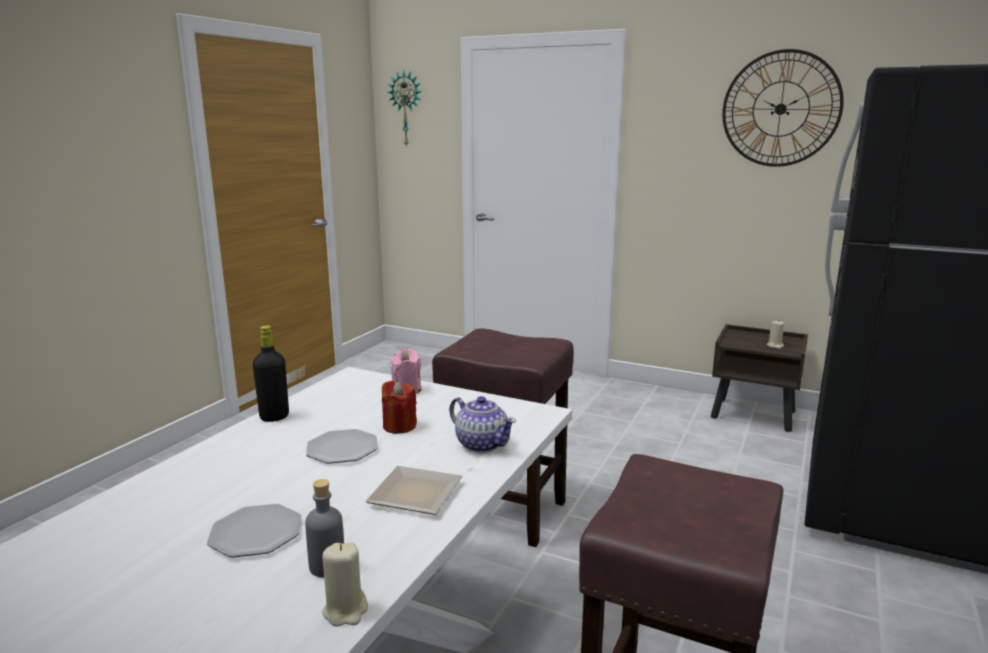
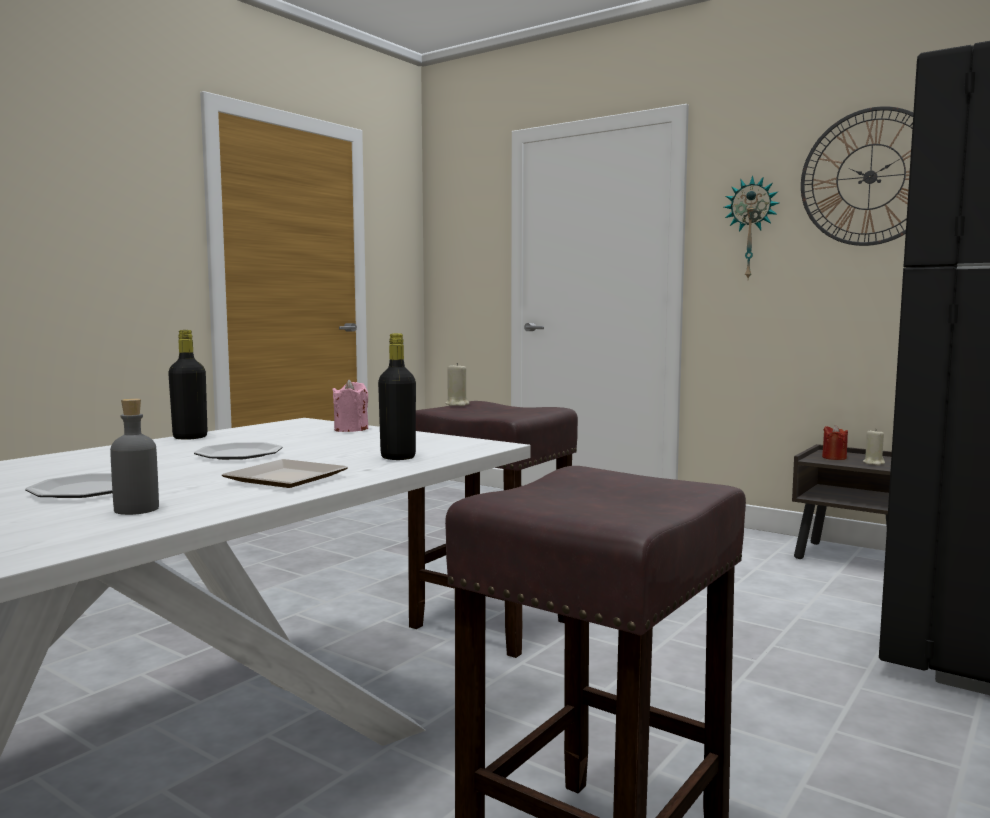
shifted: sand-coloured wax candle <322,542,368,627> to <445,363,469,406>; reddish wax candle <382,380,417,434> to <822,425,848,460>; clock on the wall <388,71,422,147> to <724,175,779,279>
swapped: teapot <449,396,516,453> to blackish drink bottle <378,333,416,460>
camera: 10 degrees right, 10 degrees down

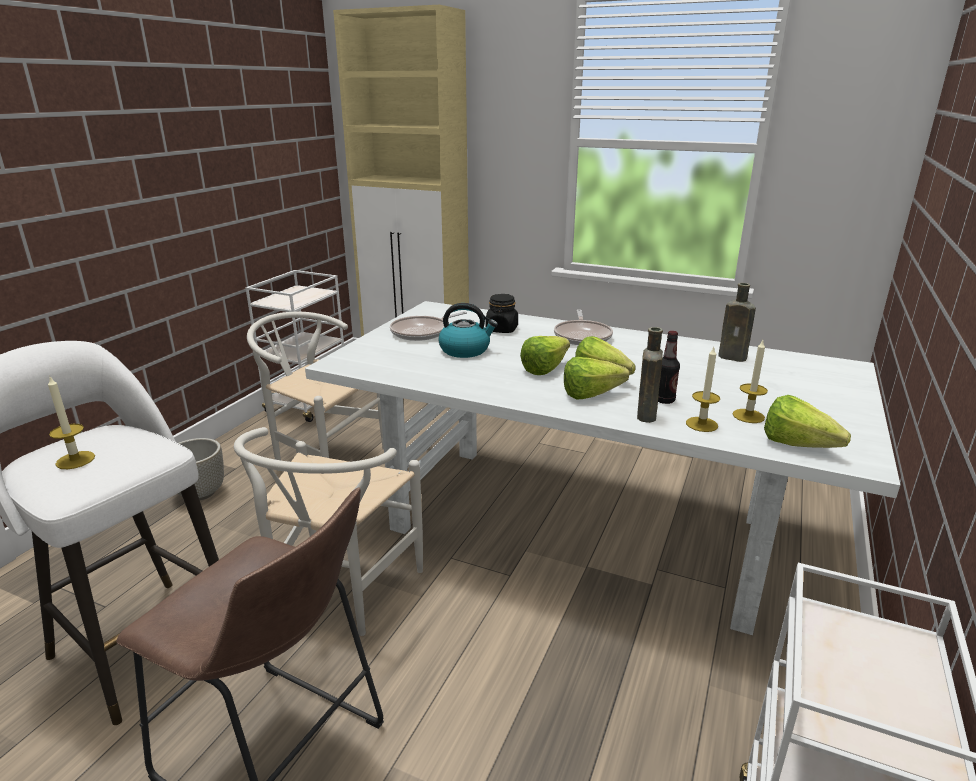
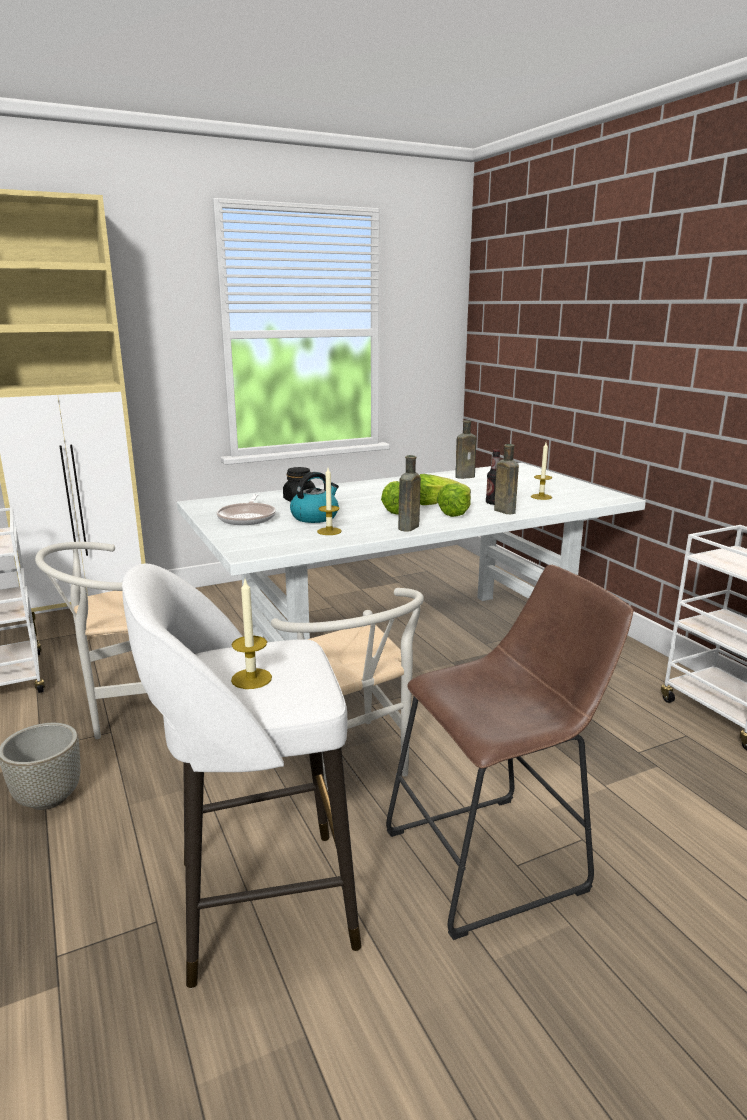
gone: pan <554,309,613,345>; head of lettuce <764,395,851,448>
new: brown drink bottle <398,455,421,532>
shifted: wax candle <686,347,720,432> to <317,468,342,535>
camera: 50 degrees left, 5 degrees down

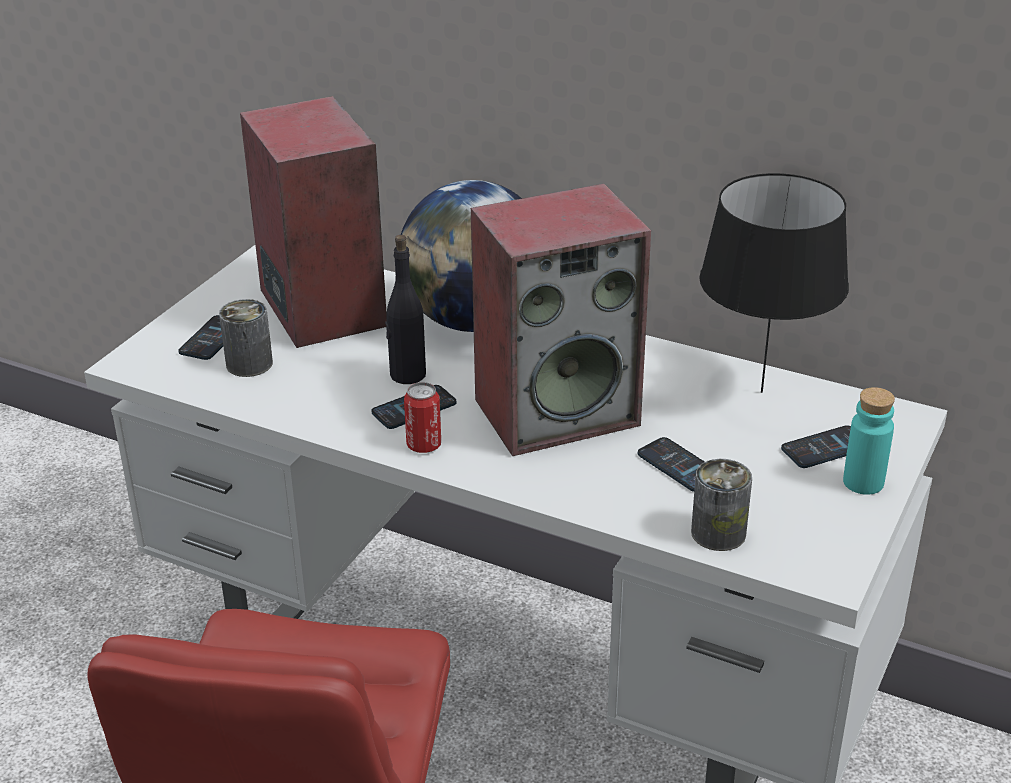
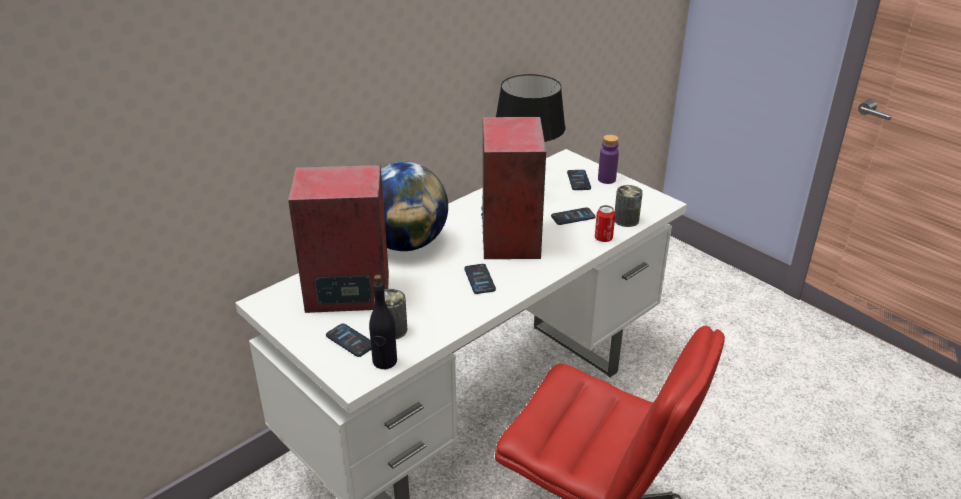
shifted: blackish drink bottle <385,235,426,384> to <369,274,397,369>; metal can <404,382,441,453> to <595,205,615,242>
repainted: turquoise-coloured drink bottle <843,387,895,495> to purple-coloured drink bottle <598,135,619,184>
camera: 70 degrees left, 0 degrees up

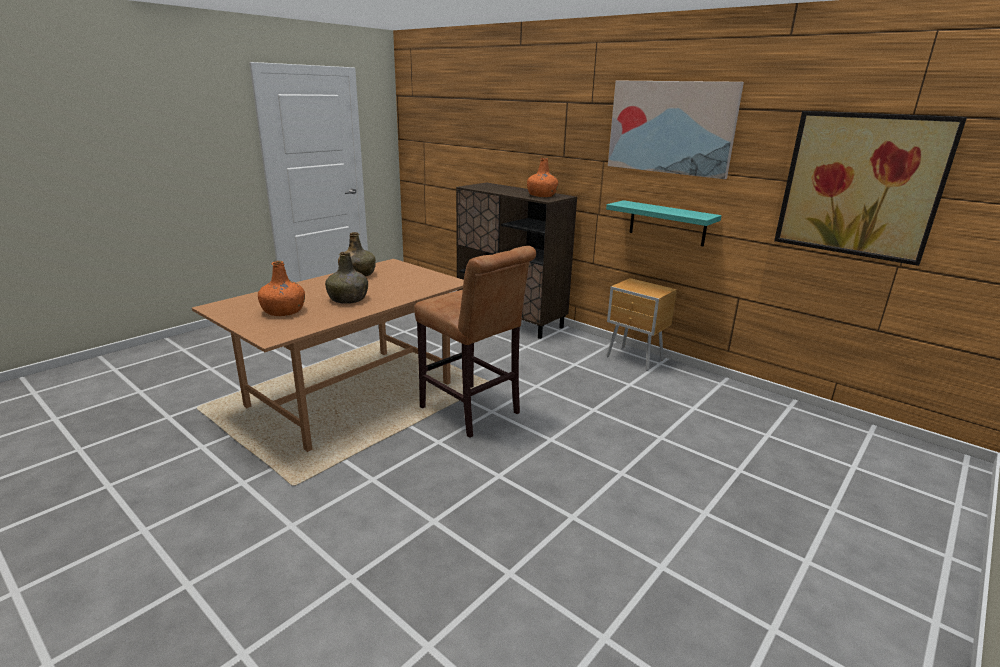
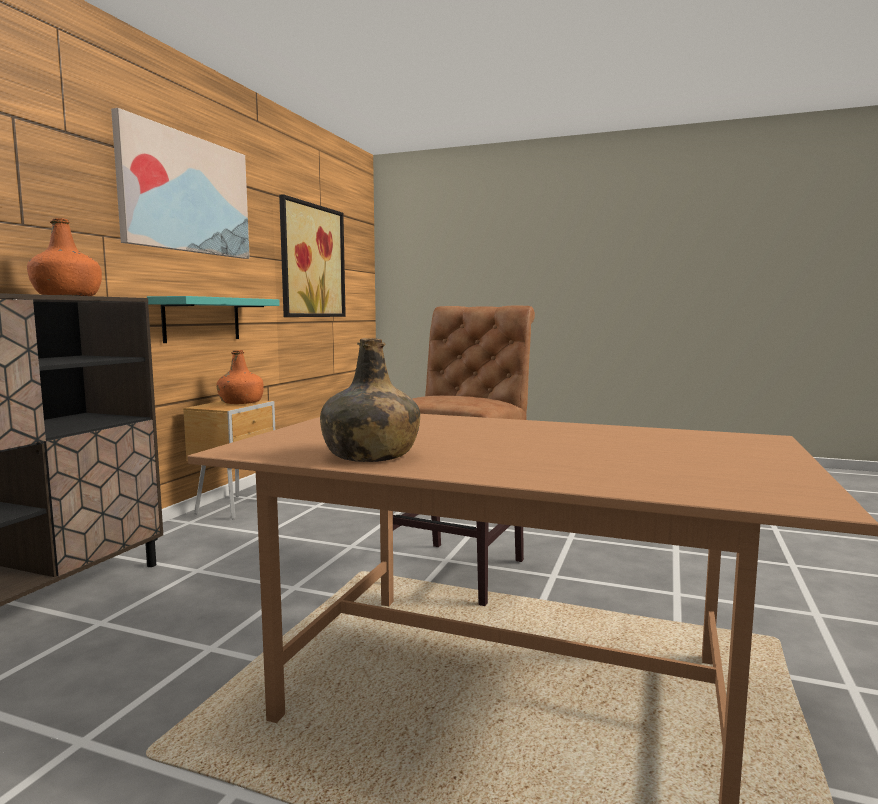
gone: green-coloured drink bottle <325,251,368,304>
shifted: orange-coloured drink bottle <258,261,305,316> to <217,350,264,404>
camera: 110 degrees left, 15 degrees down

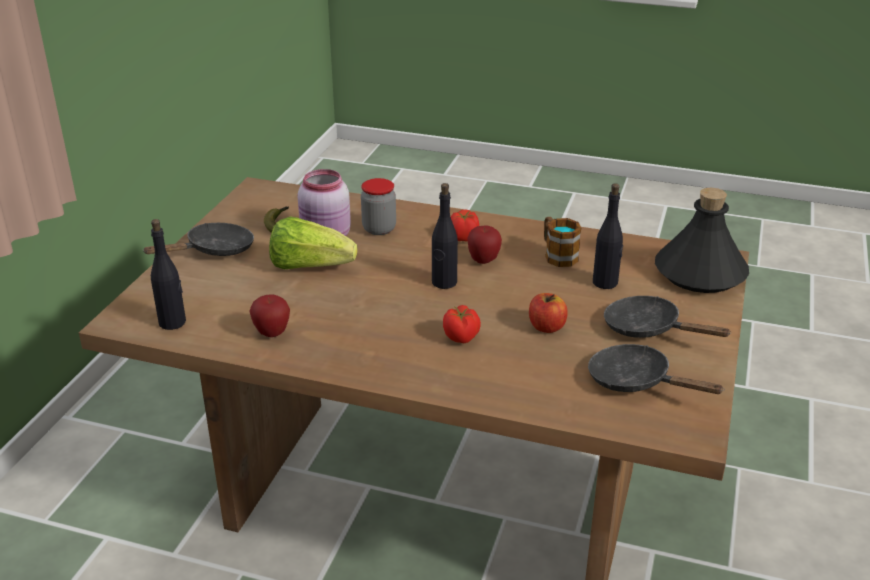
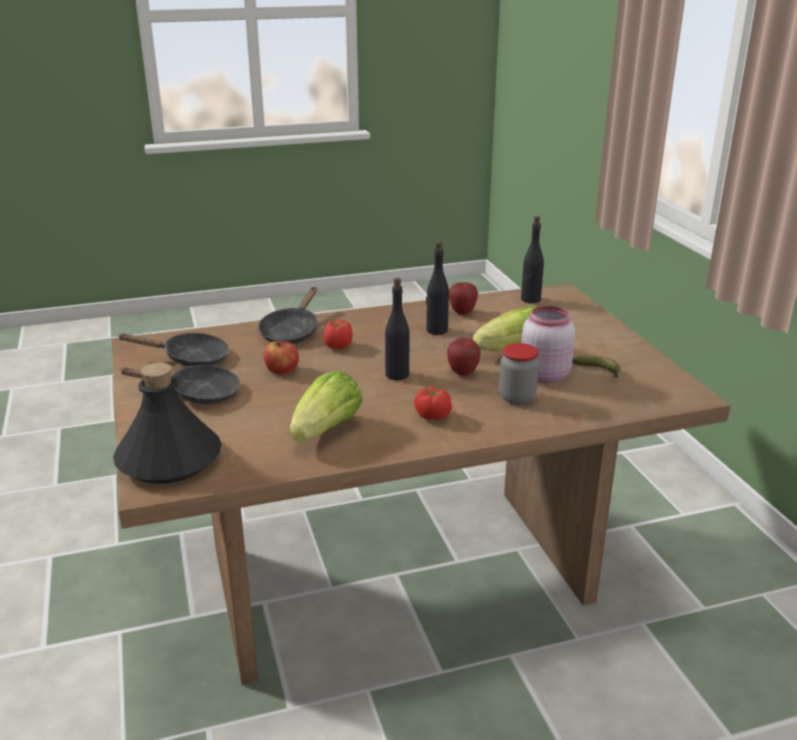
shifted: blackish pan <142,223,254,256> to <258,287,318,344>; apple fruit <468,225,502,264> to <447,338,481,376>; blackish drink bottle <593,183,623,289> to <426,241,449,335>
swapped: mug <544,217,581,267> to head of lettuce <290,370,362,442>
camera: 145 degrees right, 5 degrees down

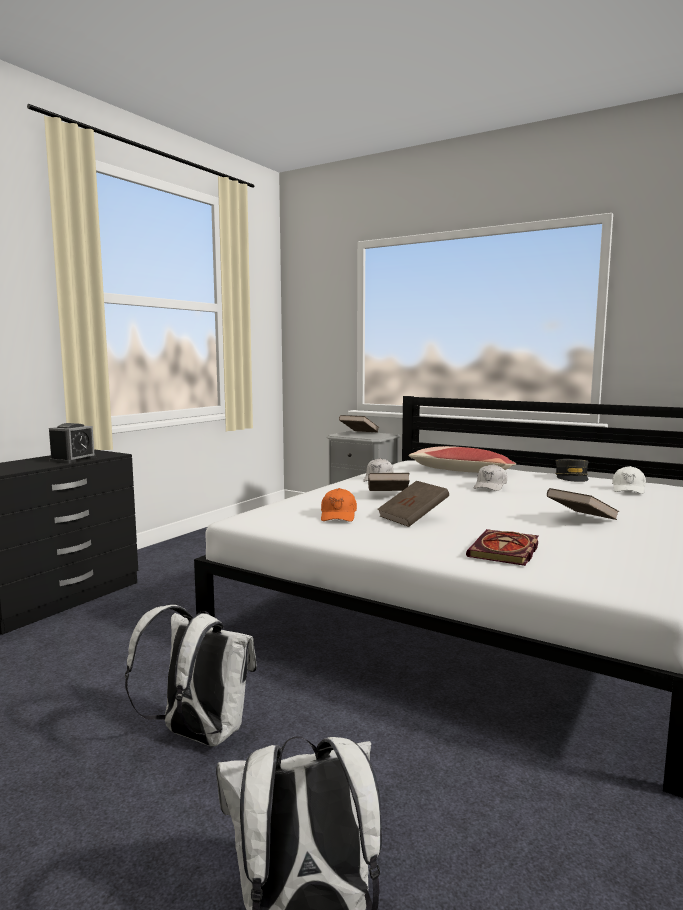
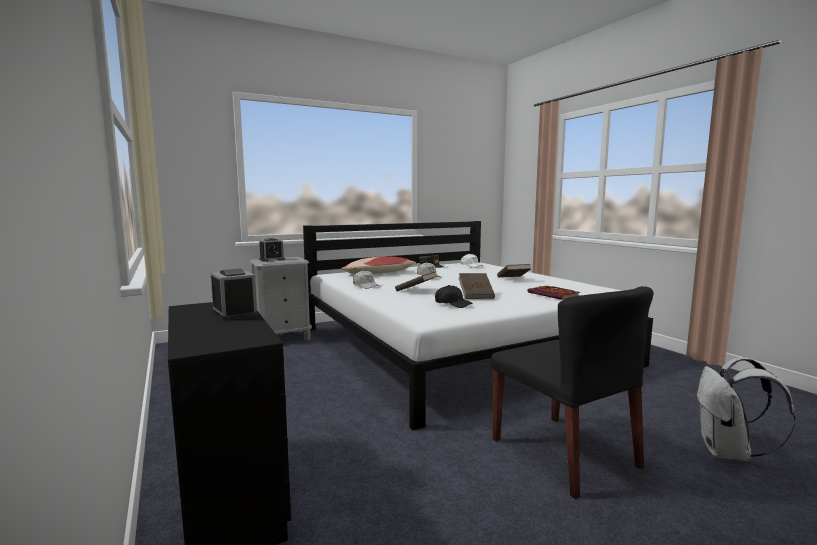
swapped: whitish knapsack <125,605,257,746> to blackish plain chair <491,286,654,499>; brown bound book <339,415,379,432> to table clock <259,238,285,262>
repainted: orange-coloured baseball cap <321,488,357,522> to blackish baseball cap <435,285,473,308>
camera: 60 degrees left, 0 degrees up

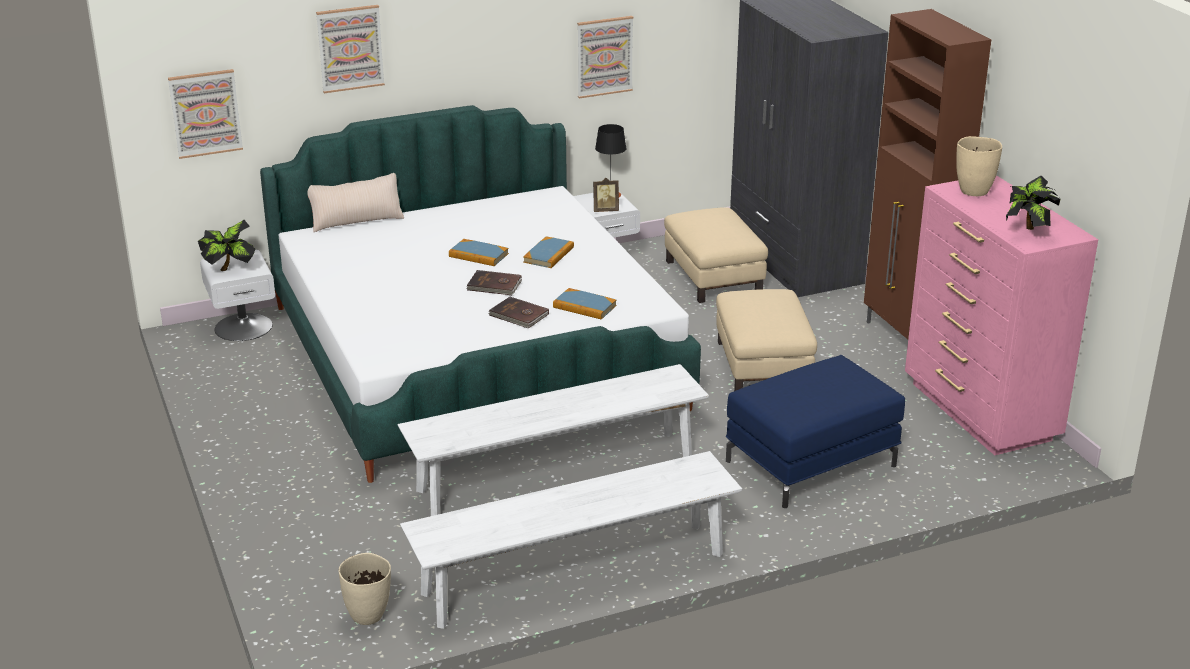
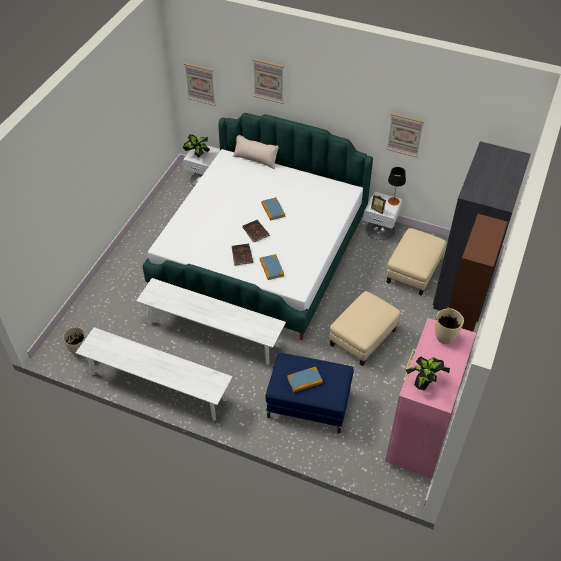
shifted: bound book <523,237,574,268> to <287,367,323,392>
camera: 45 degrees right, 20 degrees up

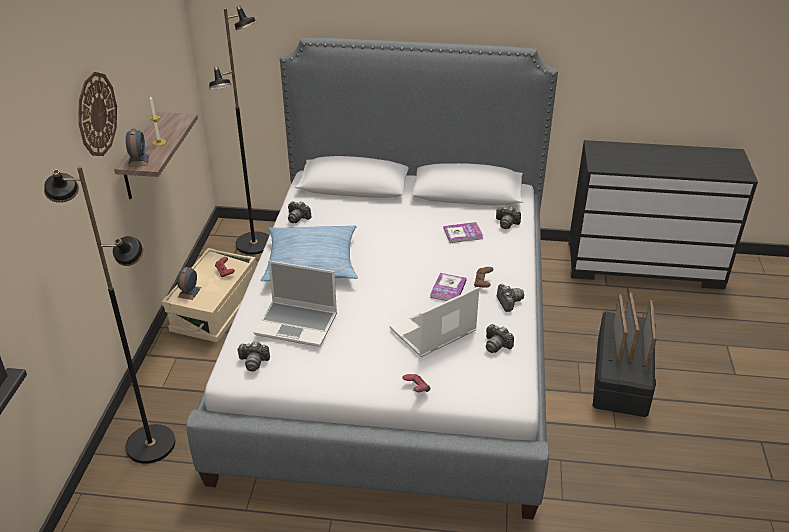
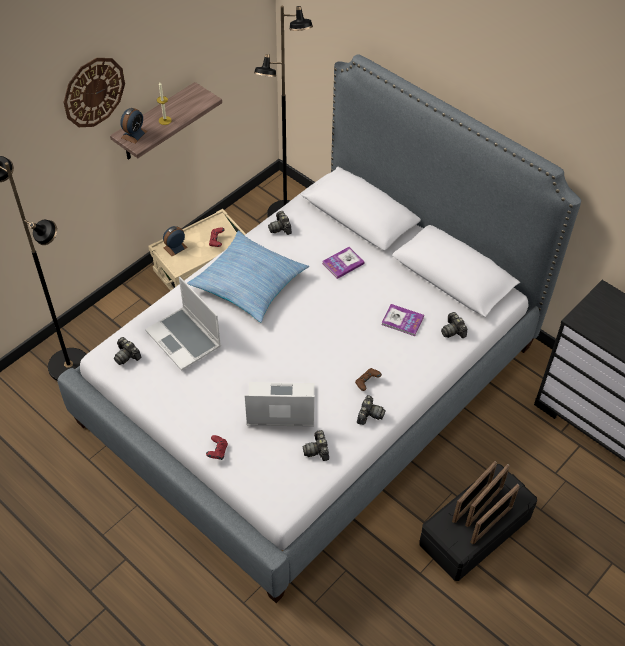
shifted: bound book <430,273,467,301> to <322,247,364,279>
camera: 35 degrees right, 15 degrees up

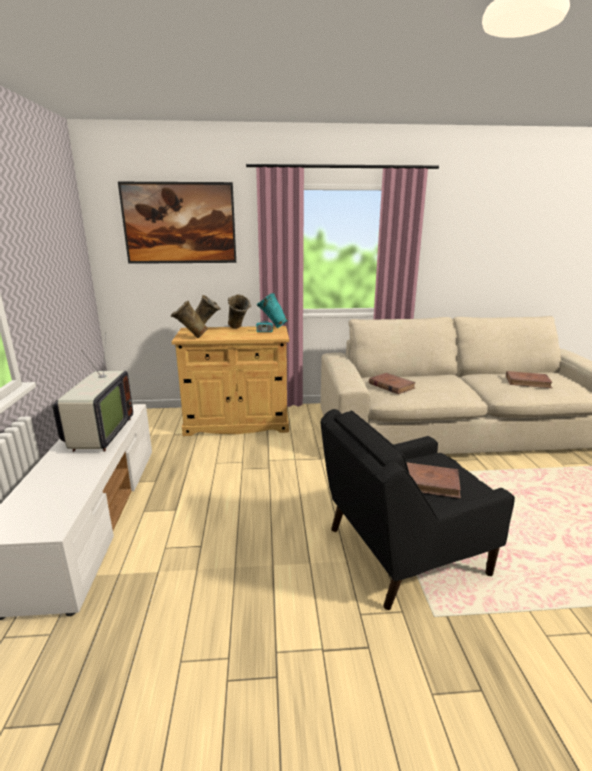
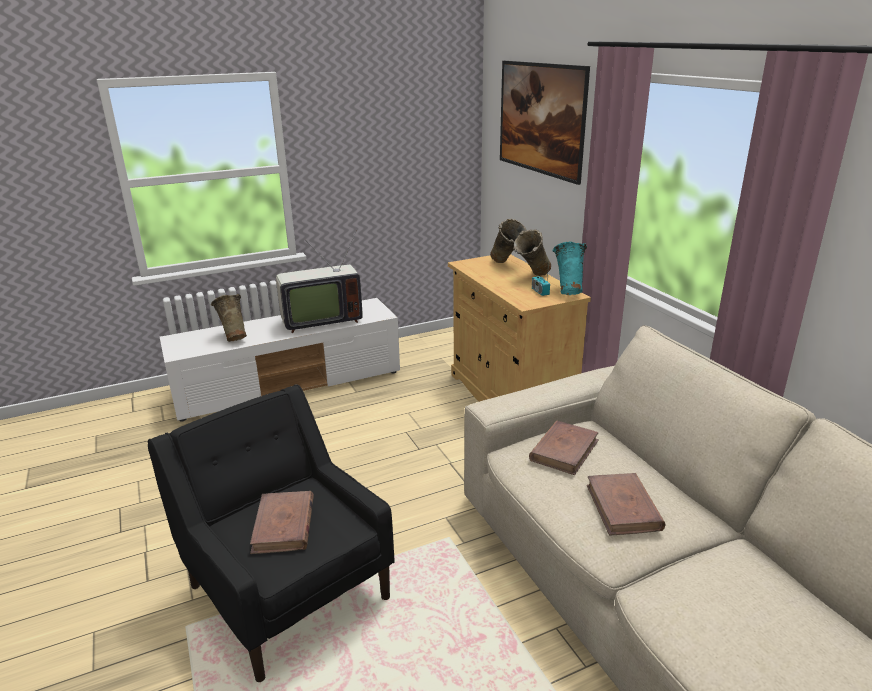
shifted: sand-coloured vase <171,301,208,338> to <211,294,247,342>; brown bound book <506,371,552,388> to <587,473,665,535>
camera: 70 degrees right, 5 degrees up

